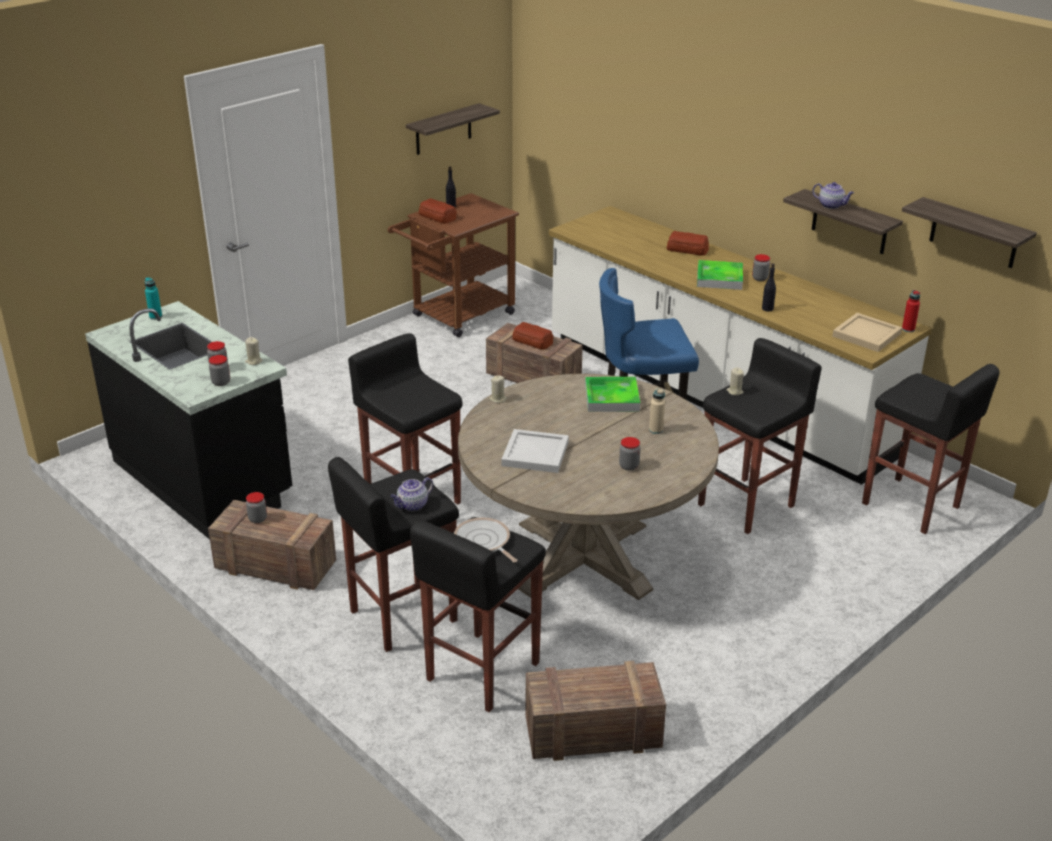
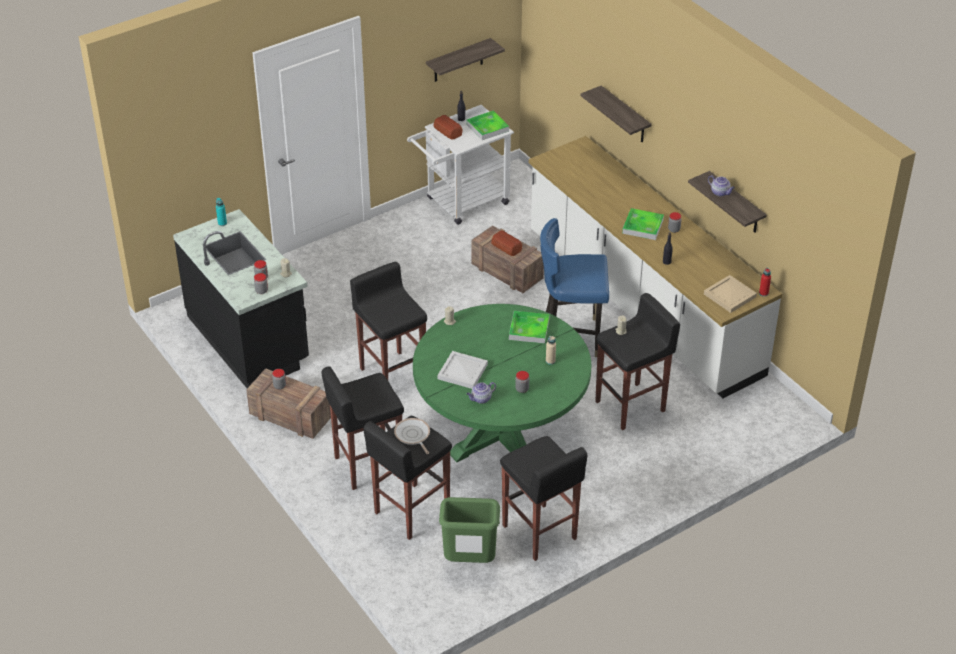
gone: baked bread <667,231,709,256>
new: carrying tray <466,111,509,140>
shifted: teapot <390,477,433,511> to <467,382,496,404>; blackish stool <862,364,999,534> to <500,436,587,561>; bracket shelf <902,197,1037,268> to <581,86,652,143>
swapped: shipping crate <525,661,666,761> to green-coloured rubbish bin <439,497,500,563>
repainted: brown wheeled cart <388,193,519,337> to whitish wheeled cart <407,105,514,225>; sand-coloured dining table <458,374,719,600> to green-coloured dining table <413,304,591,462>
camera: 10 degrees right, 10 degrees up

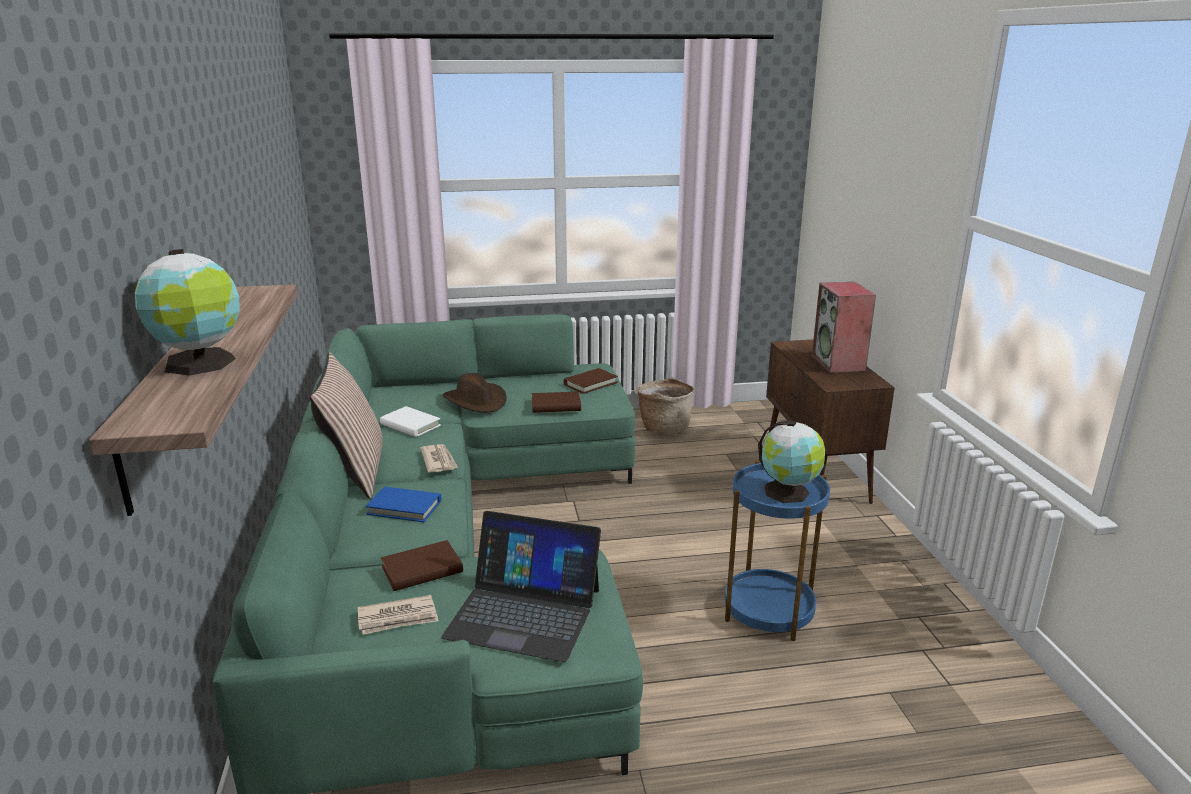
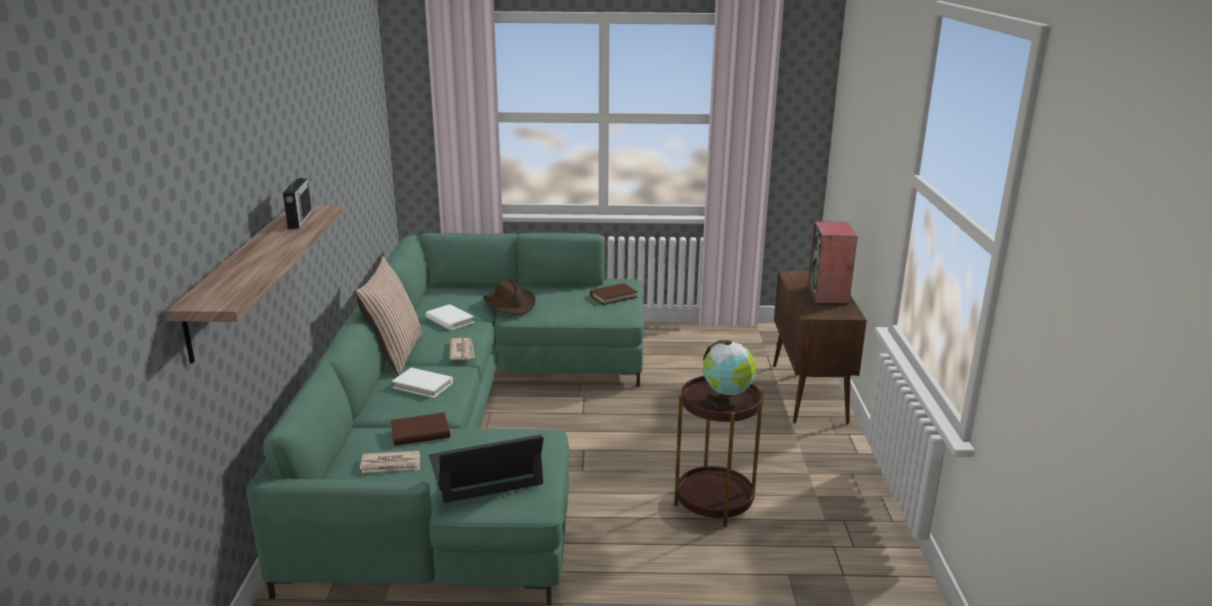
gone: world globe <135,249,240,376>; brown bound book <532,392,581,413>; storage basket <637,377,694,434>
new: radio receiver <283,170,312,229>
repainted: blue-coloured bound book <366,487,441,522> to whitish bound book <392,368,453,398>; blue-coloured side table <725,461,830,641> to brown side table <674,376,764,527>
rotated: laptop <441,511,601,662> = <429,435,544,503> 135 degrees clockwise
camera: 10 degrees right, 0 degrees up

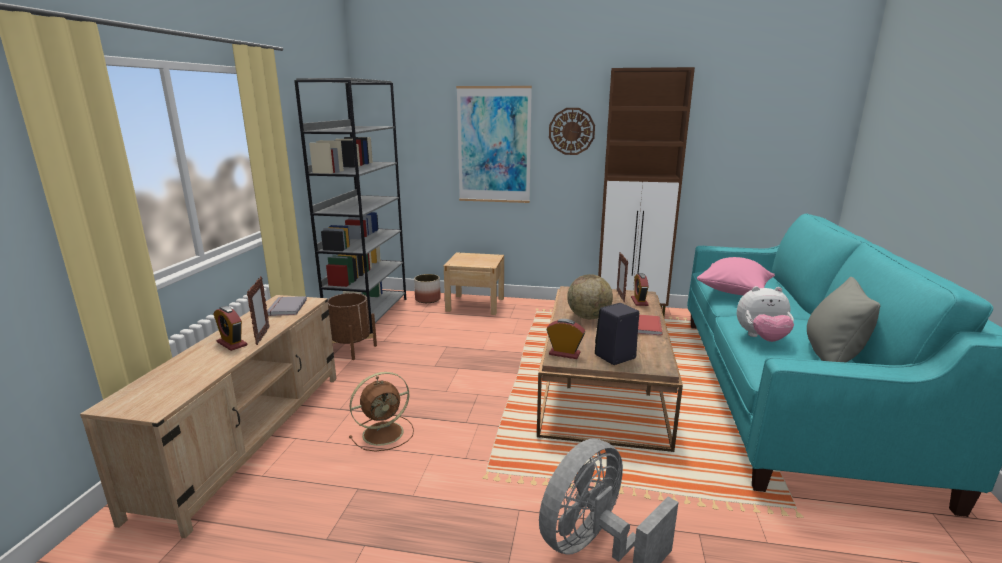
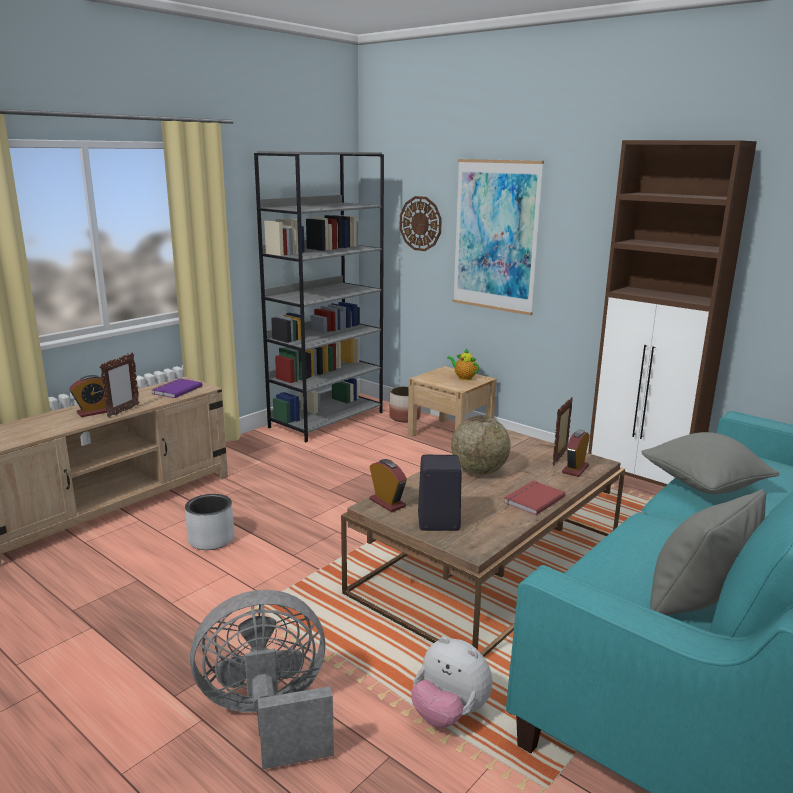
gone: brown plant pot <328,293,377,360>
new: teapot <447,348,479,380>
shifted: clock on the wall <549,108,595,155> to <400,196,442,251>; soft toy <737,286,794,342> to <411,636,492,728>
swapped: brown cooling fan <349,372,414,452> to greyish plant pot <185,494,235,550>
repainted: greyish bound book <267,296,307,316> to purple-coloured bound book <152,378,202,398>; pinkish throw pillow <697,257,775,295> to greyish throw pillow <641,432,779,494>
rotated: table clock <213,306,247,351> = <70,375,109,417> 105 degrees counterclockwise
camera: 30 degrees right, 0 degrees up

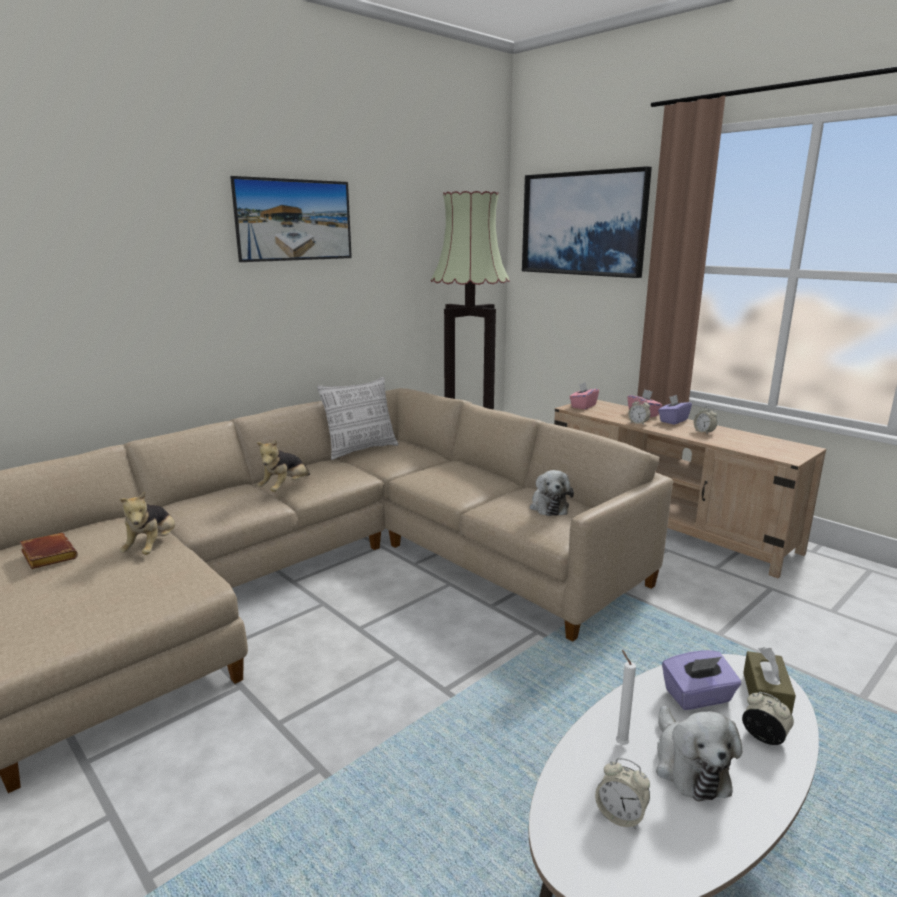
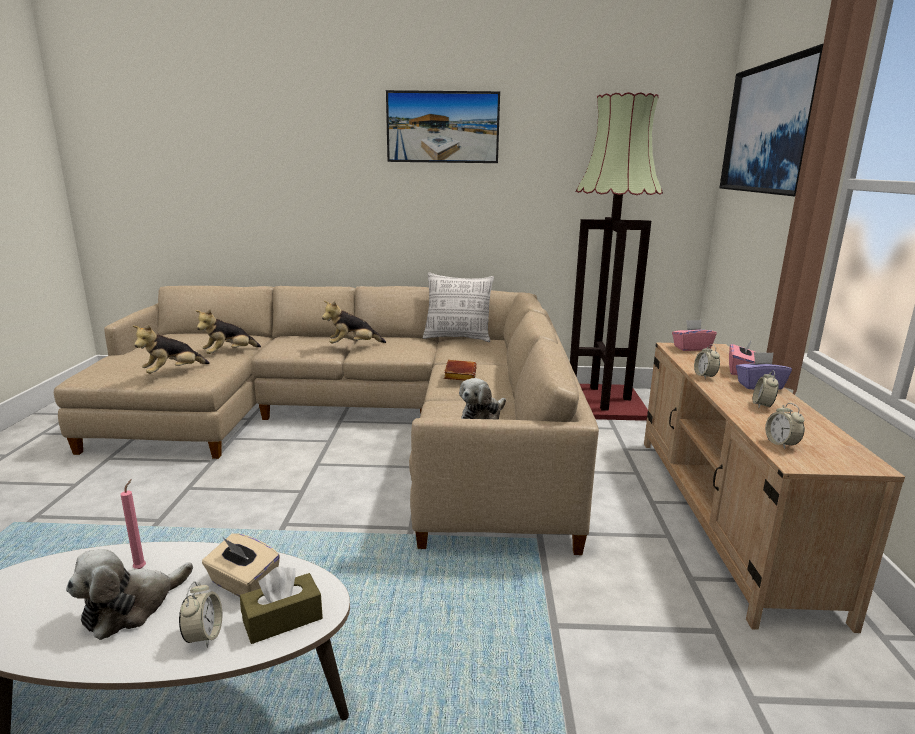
new: soft toy <133,325,210,374>
shifted: brown bound book <20,533,78,569> to <444,360,477,381>; table clock <595,758,650,830> to <765,403,805,449>
repainted: whitish wax candle <616,650,636,745> to pinkish wax candle <121,479,146,569>; purple-coloured tissue box <662,650,741,710> to sand-coloured tissue box <202,533,280,597>
camera: 45 degrees right, 0 degrees up

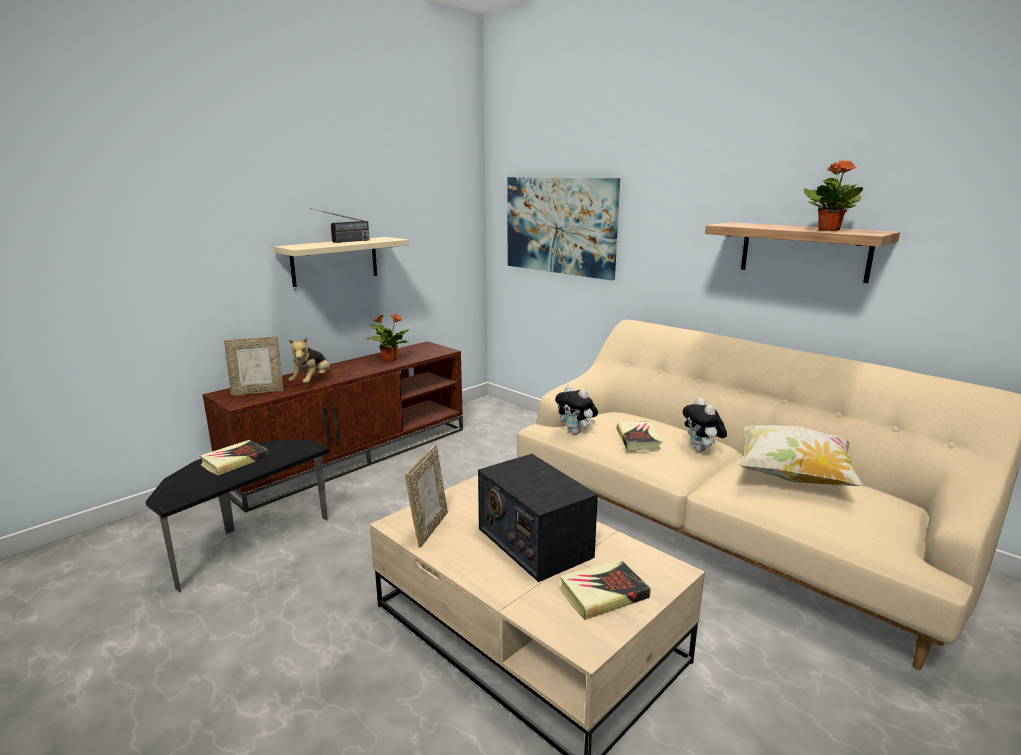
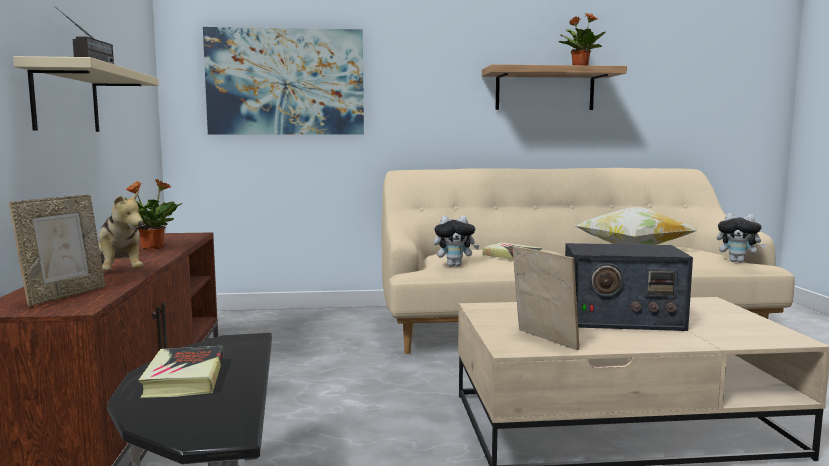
gone: bound book <559,559,650,620>
shifted: soft toy <682,398,727,452> to <717,213,767,263>
camera: 50 degrees left, 10 degrees down

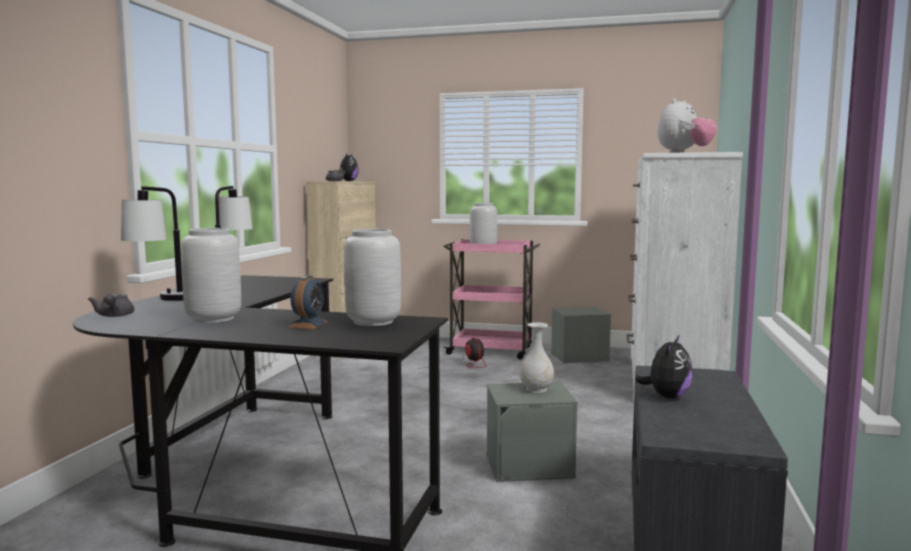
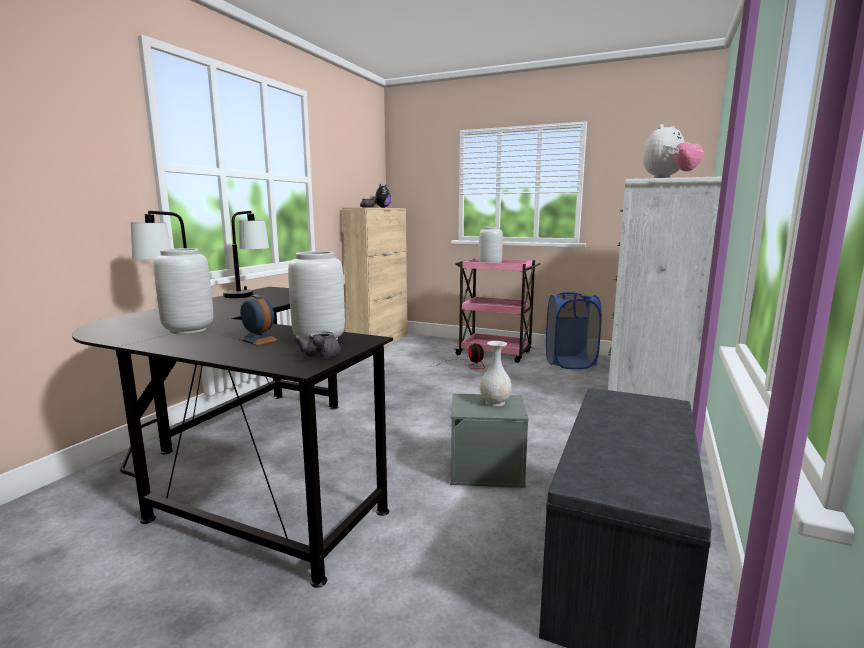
gone: soft toy <635,336,693,399>
shifted: greyish teapot <88,294,134,317> to <294,331,341,358>
swapped: greyish storage container <551,307,611,363> to blue-coloured laundry basket <546,292,602,369>
rotated: table clock <288,276,328,329> = <239,295,279,345> 75 degrees counterclockwise
camera: 10 degrees right, 5 degrees up

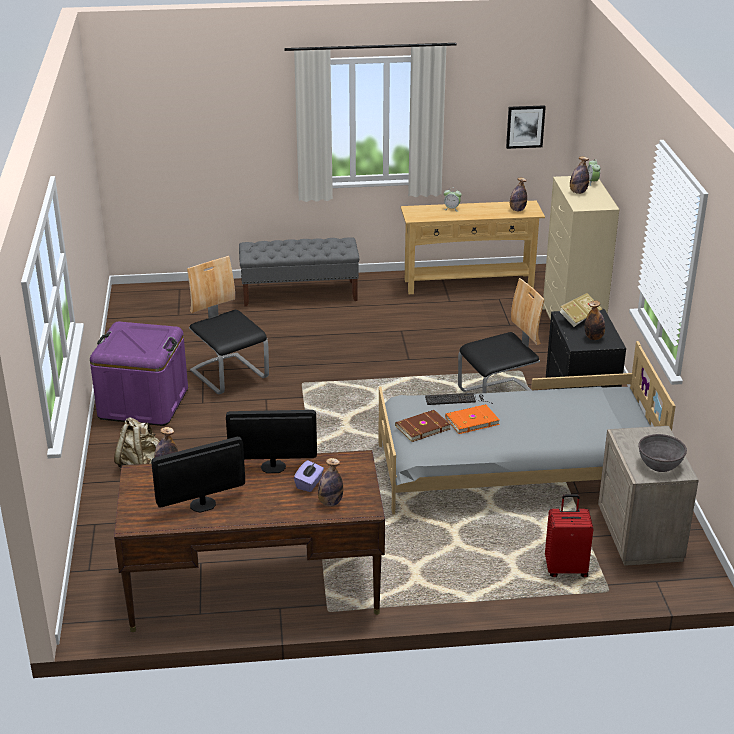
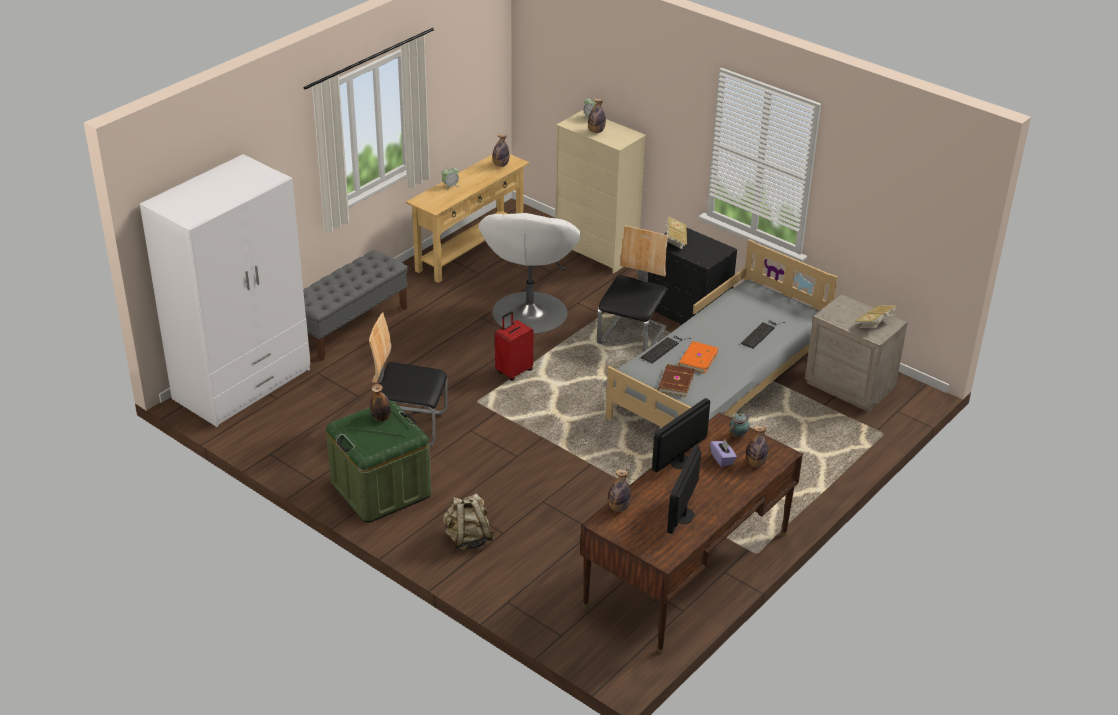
gone: wall picture <506,105,546,149>
new: whitish armoire <140,154,311,427>; whitish easy chair <479,213,581,334>; teapot <729,413,751,438>; computer keyboard <741,320,785,349>
shifted: reddish piece of luggage <545,494,593,577> to <495,311,533,381>; drink bottle <585,300,605,340> to <370,384,391,421>
swapped: greyish deep dish <638,434,687,472> to bound book <855,305,897,328>
repainted: purple-coloured storage container <90,322,188,426> to green-coloured storage container <326,400,432,523>
camera: 45 degrees left, 5 degrees up

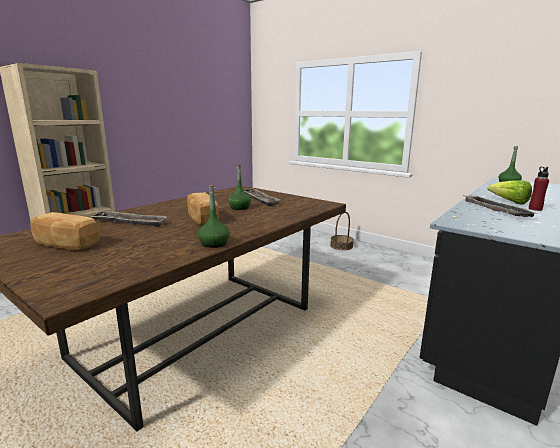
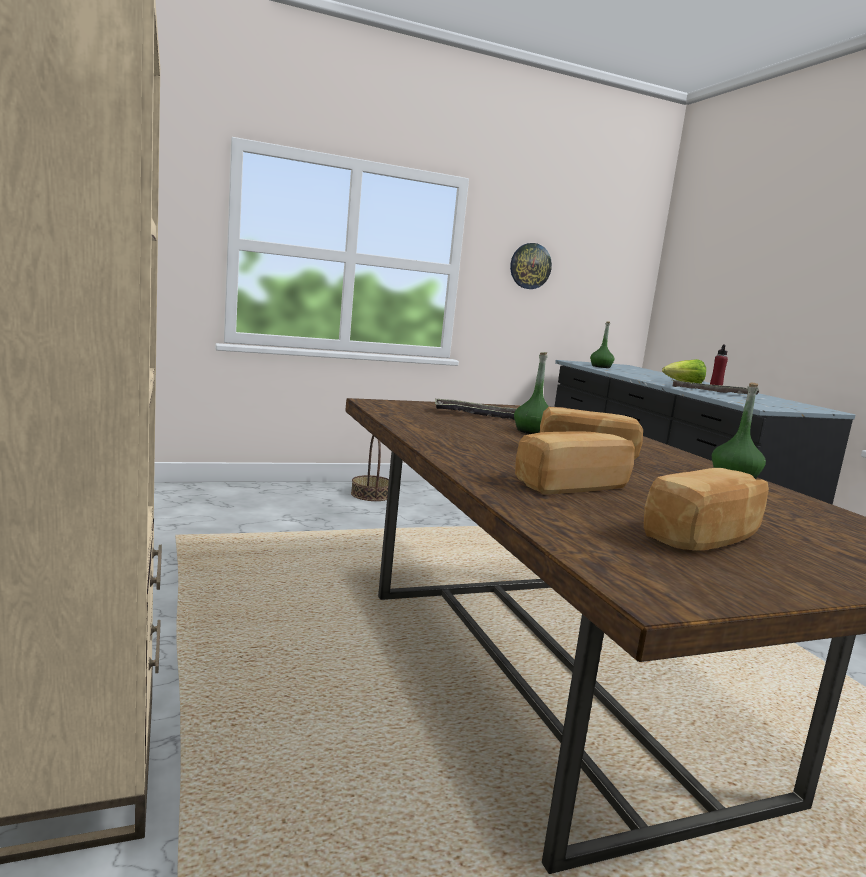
new: clock on the wall <510,243,552,289>
swapped: carrying tray <90,211,167,227> to baked bread <515,432,635,494>
camera: 60 degrees left, 5 degrees down

